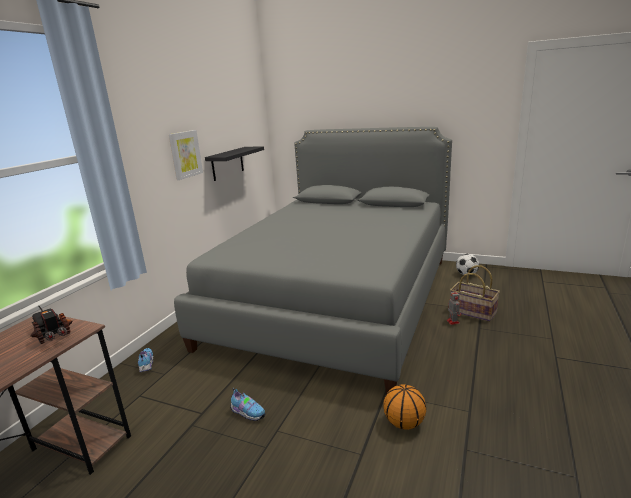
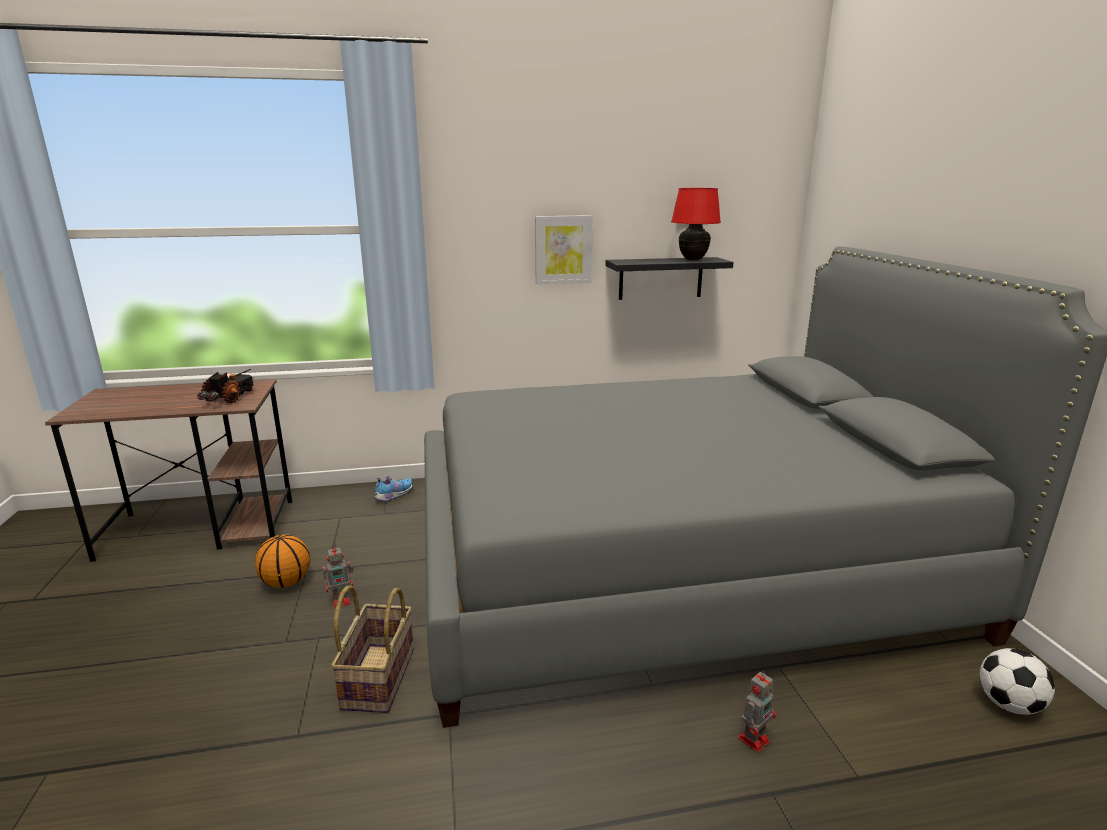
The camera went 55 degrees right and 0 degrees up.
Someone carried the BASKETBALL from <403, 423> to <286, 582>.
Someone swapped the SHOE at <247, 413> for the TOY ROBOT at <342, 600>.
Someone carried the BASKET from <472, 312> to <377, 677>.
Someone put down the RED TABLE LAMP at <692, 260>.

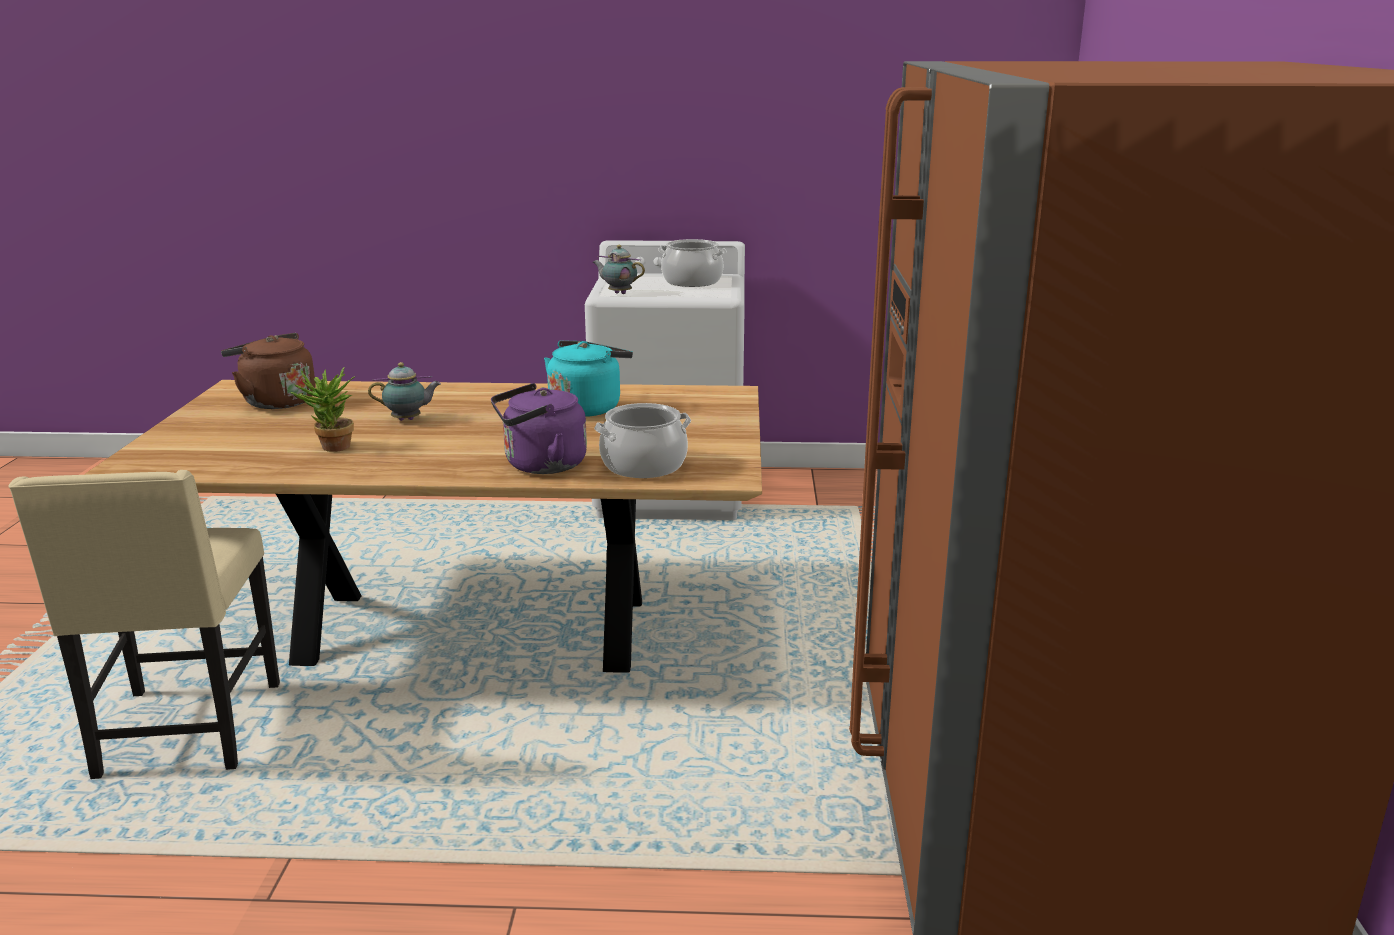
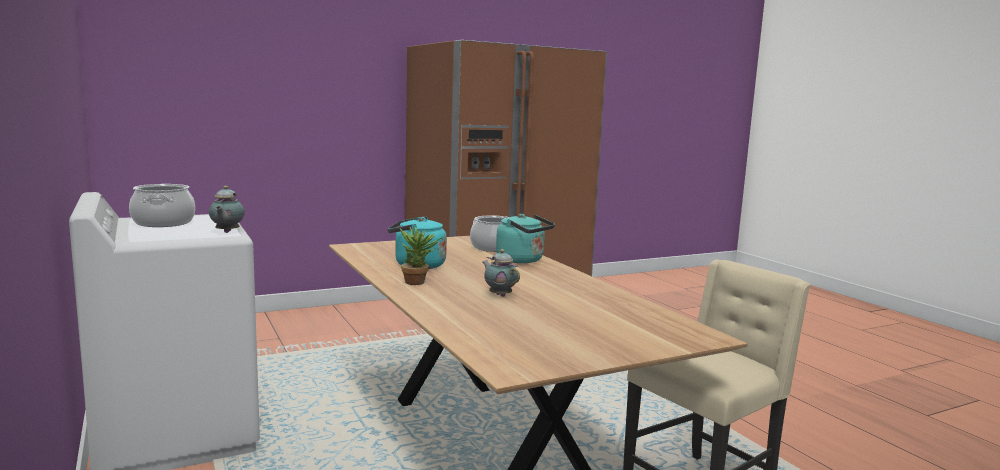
The camera went 120 degrees left and 10 degrees down.
Someone carried the POTTED PLANT from <331, 449> to <419, 282>.
Someone repainted the PURPLE KETTLE at <540, 465>, which became the TURQUOISE KETTLE at <523, 260>.
Someone took away the BROWN KETTLE at <276, 401>.

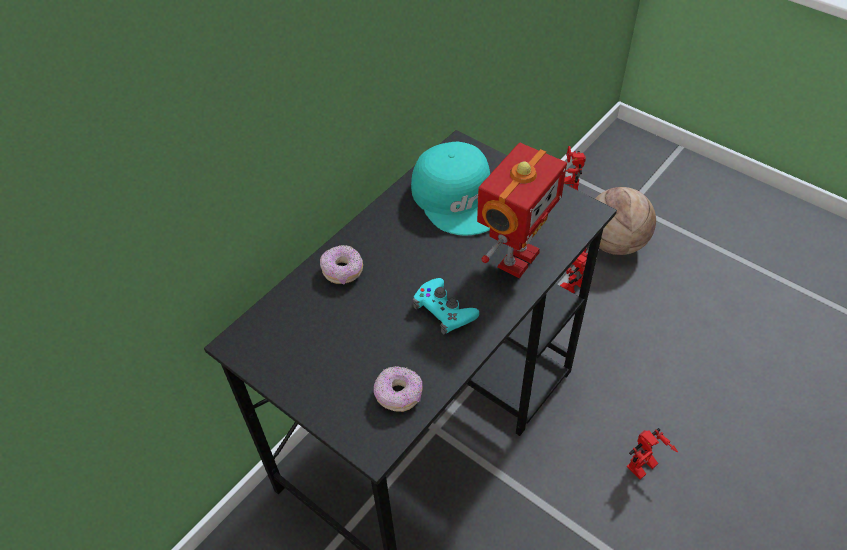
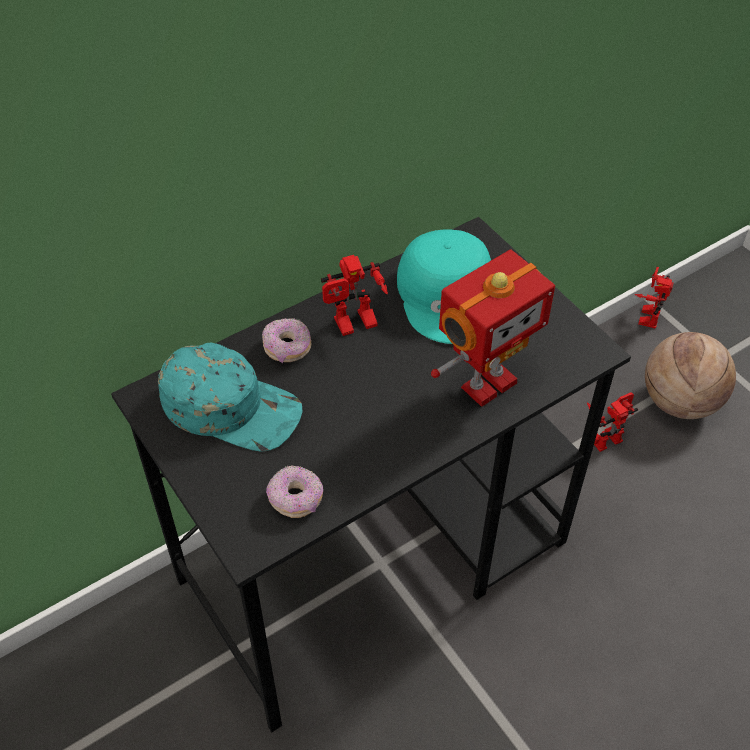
The camera went 15 degrees right and 0 degrees up.
Someone put down the TURQUOISE CAP at <231, 407>.
Someone carried the TOY ROBOT from <643, 469> to <354, 326>.
Someone took away the TURQUOISE GAME CONTROLLER at <444, 310>.

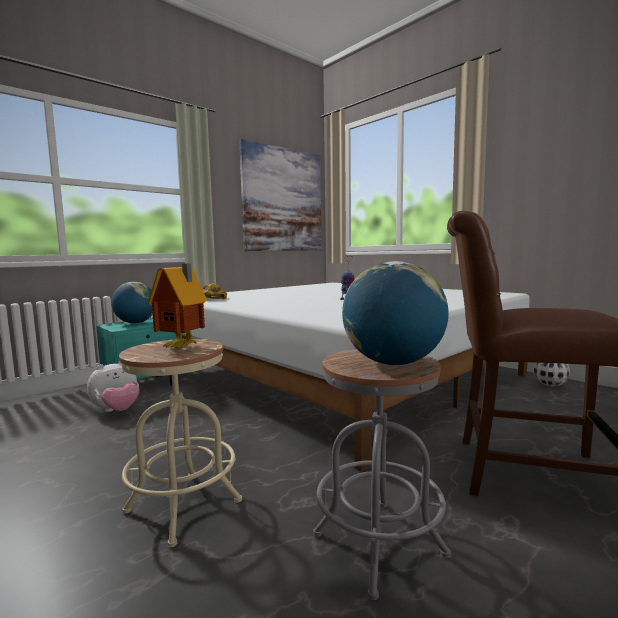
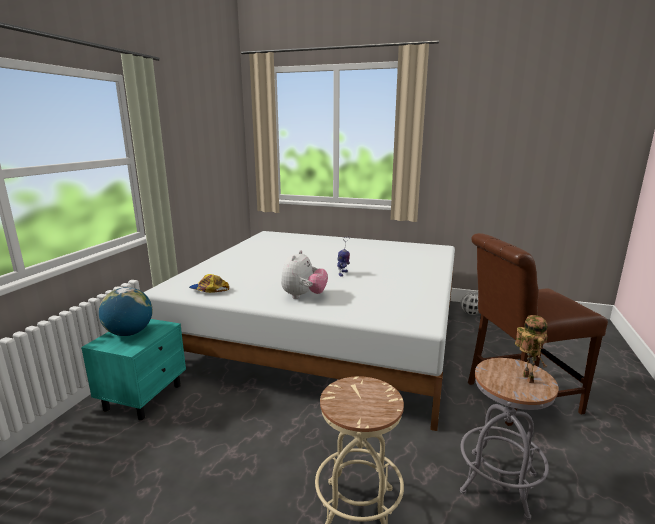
The camera went 30 degrees left and 10 degrees up.
Someone carried the PLUSH TOY from <117, 411> to <303, 296>.
Someone swapped the GLOBE at <393, 363> for the TOY ROBOT at <525, 378>.
Someone took away the TOY HOUSE at <183, 347>.
Someone took away the PICTURE at <283, 200>.

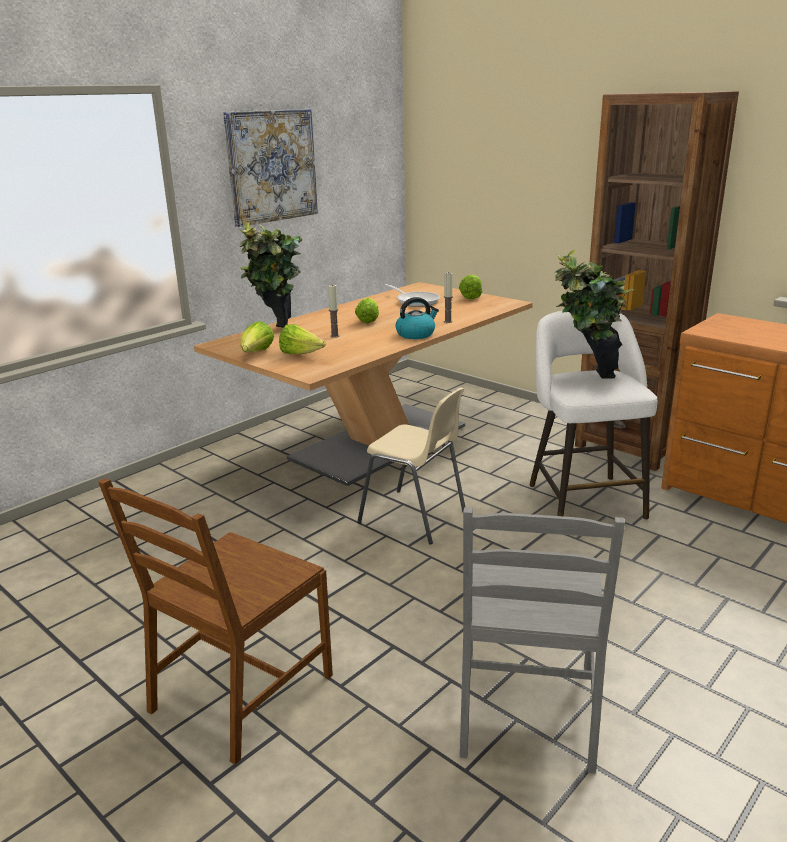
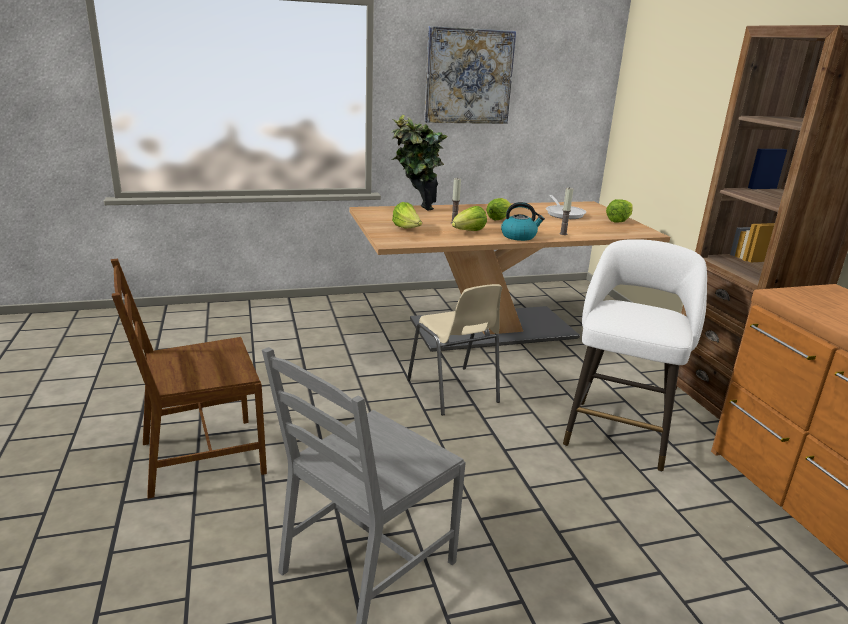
The camera went 30 degrees right and 0 degrees up.
Someone carried the LETTUCE from <256, 353> to <468, 232>.
Someone took away the POTTED PLANT at <586, 378>.

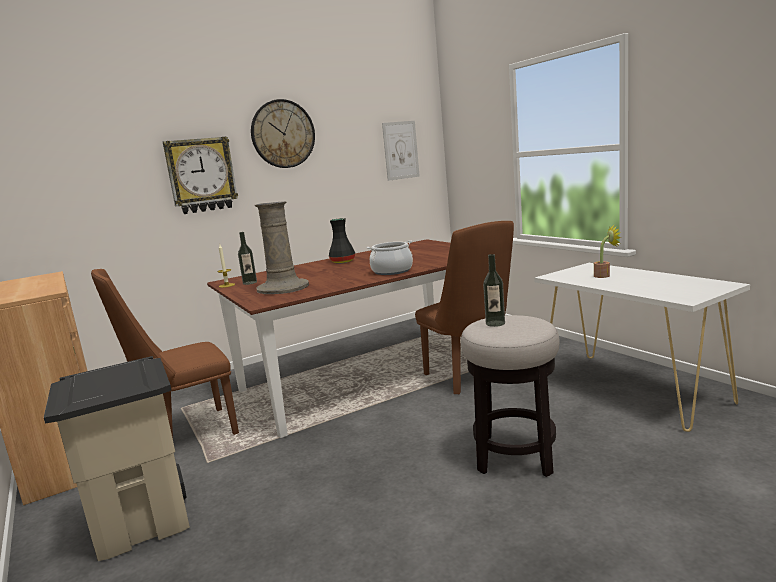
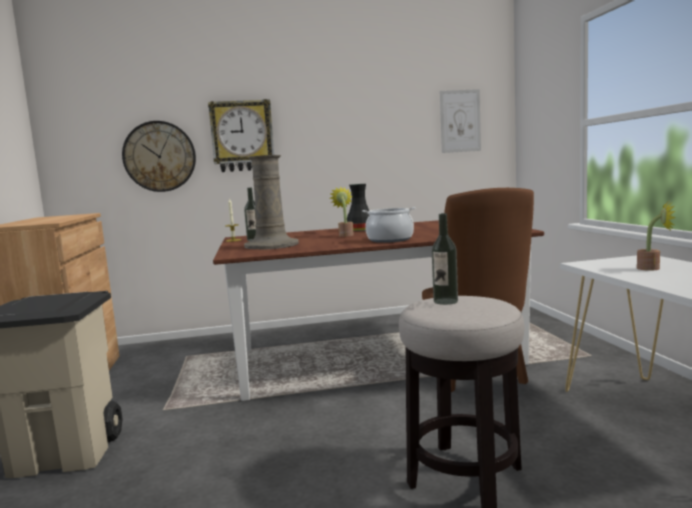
The camera went 20 degrees right and 5 degrees down.
Someone carried the WALL CLOCK from <283, 134> to <159, 156>.
Someone put down the POTTED PLANT at <345, 235>.
Someone took away the BROWN CHAIR at <186, 435>.

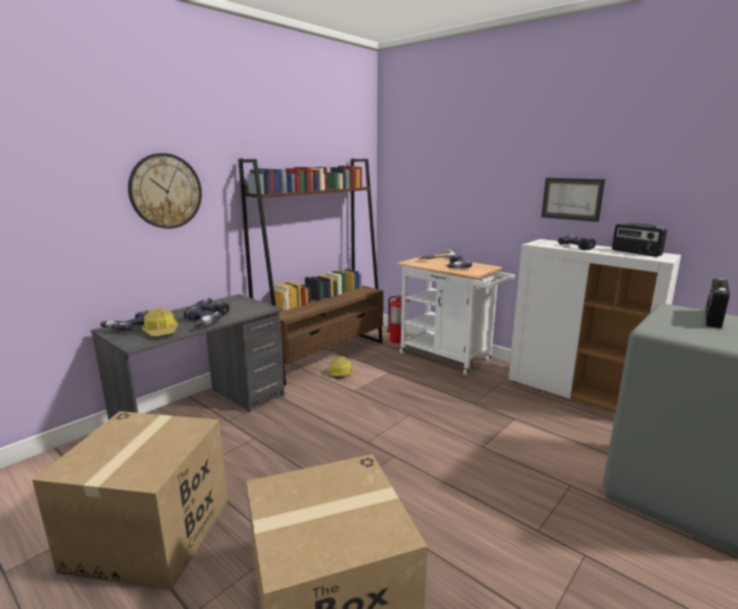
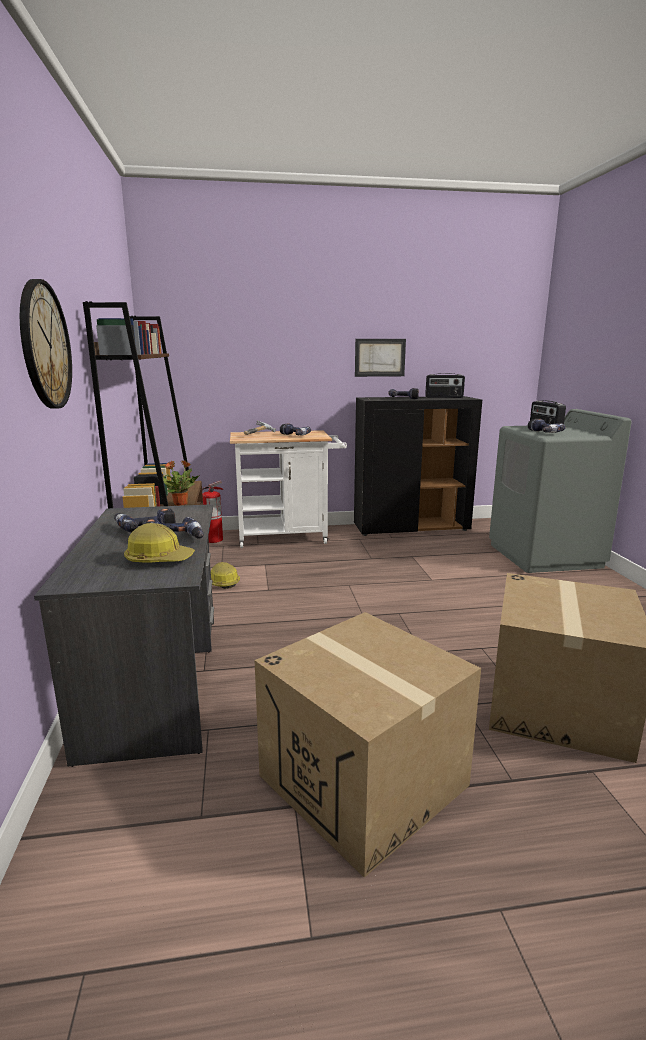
The camera went 50 degrees left and 0 degrees up.
Someone put down the POTTED PLANT at <181, 504>.
Someone repainted the WHITE CABINET at <577, 393>, which became the BLACK CABINET at <411, 528>.
Someone carried the POWER DRILL from <129, 327> to <541, 433>.

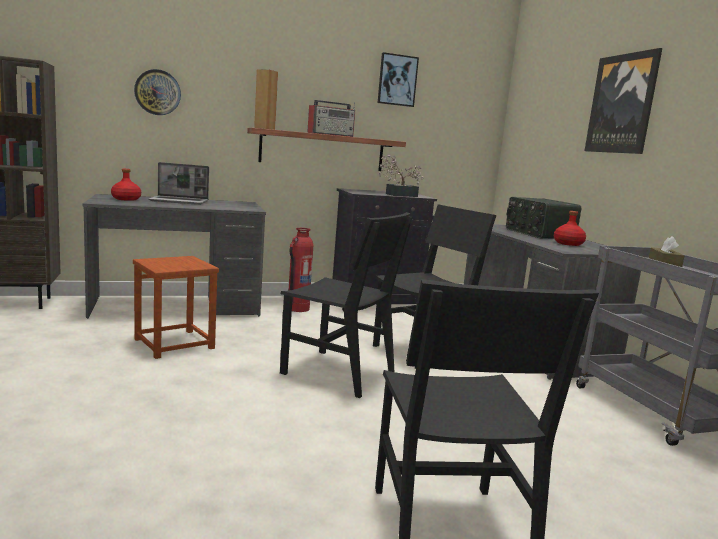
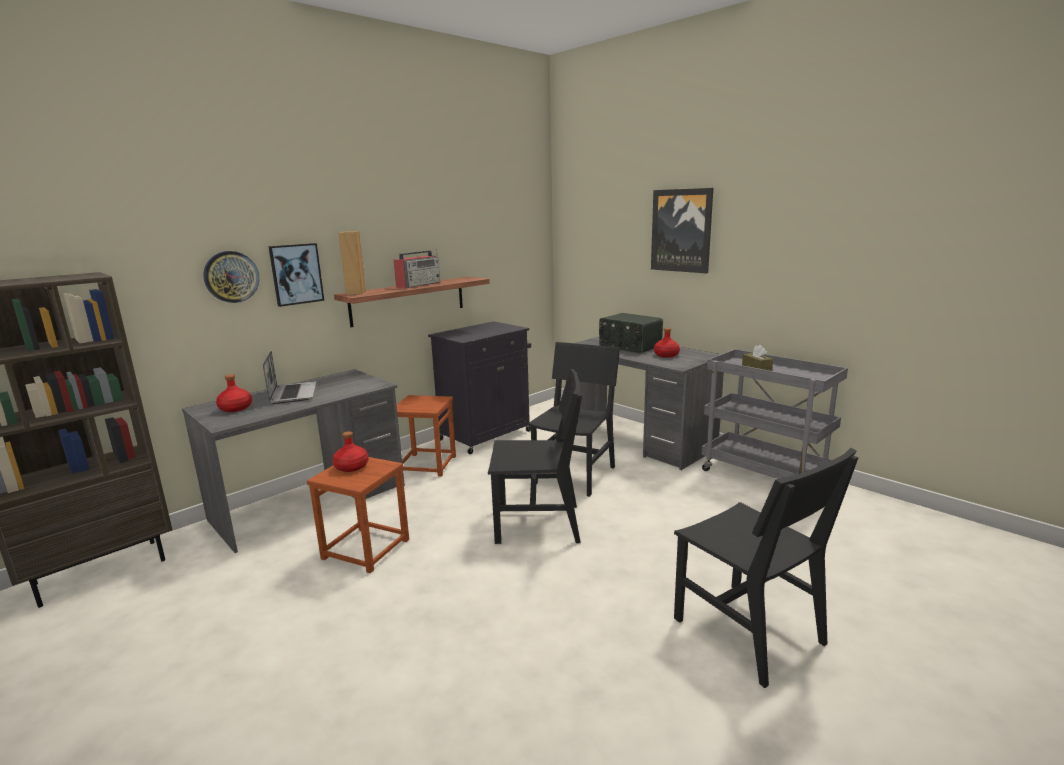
The camera went 25 degrees left and 5 degrees up.
Someone rotated the LAPTOP at <180, 201> by 75 degrees counterclockwise.
Someone carried the PICTURE from <397, 80> to <296, 274>.
Someone put down the RED BOTTLE at <352, 467>.
Someone swapped the FIRE EXTINGUISHER at <297, 308> for the BROWN STOOL at <426, 464>.
Someone took away the POTTED PLANT at <398, 195>.

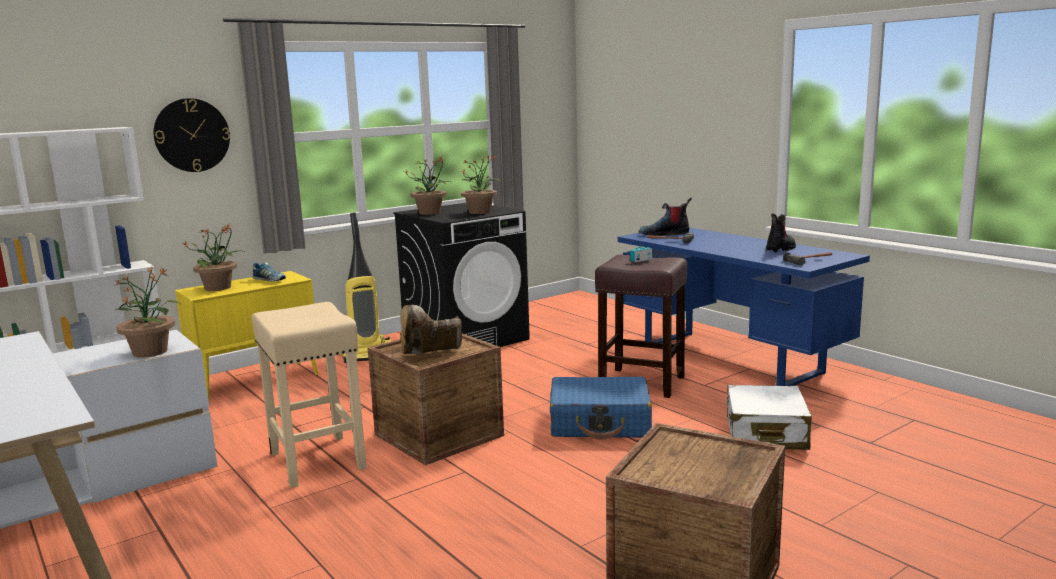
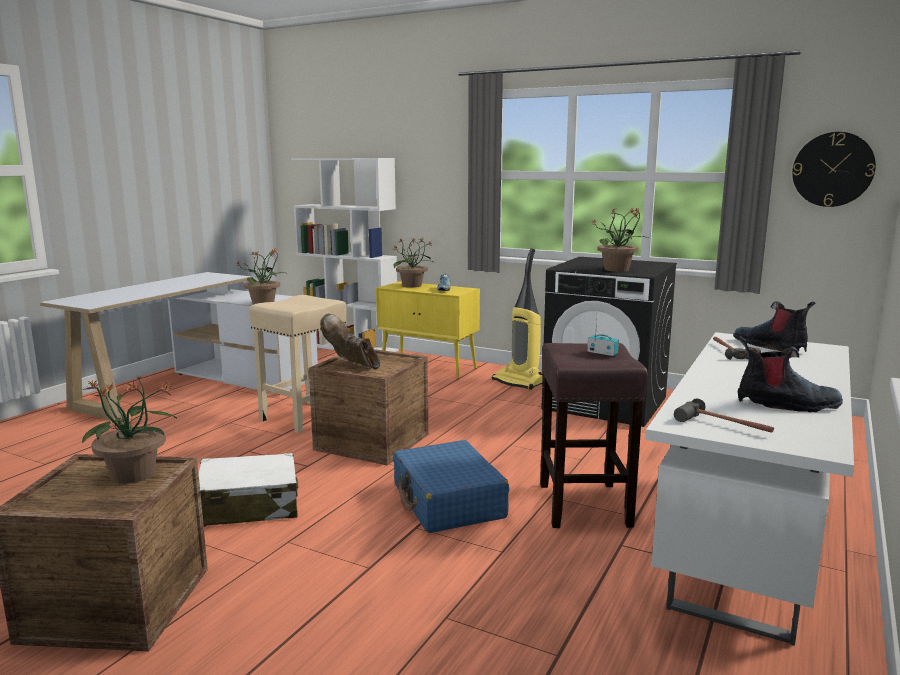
The camera went 65 degrees right and 0 degrees up.
Someone carried the POTTED PLANT from <430, 213> to <134, 475>.
Someone carried the WHITE SUITCASE from <765, 433> to <248, 506>.
Someone repainted the BLUE DESK at <731, 359>, which became the WHITE DESK at <747, 552>.
Someone carried the WALL CLOCK from <192, 135> to <833, 169>.

